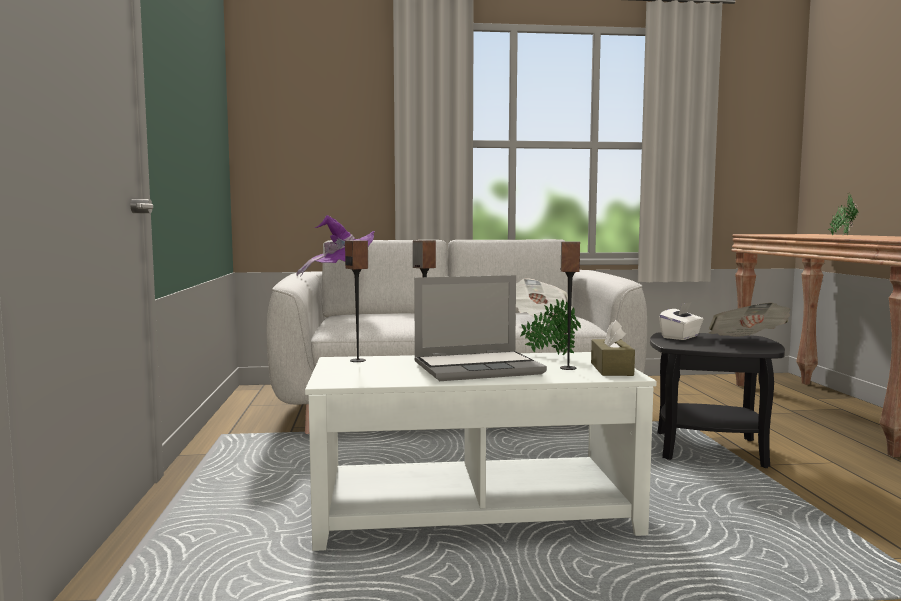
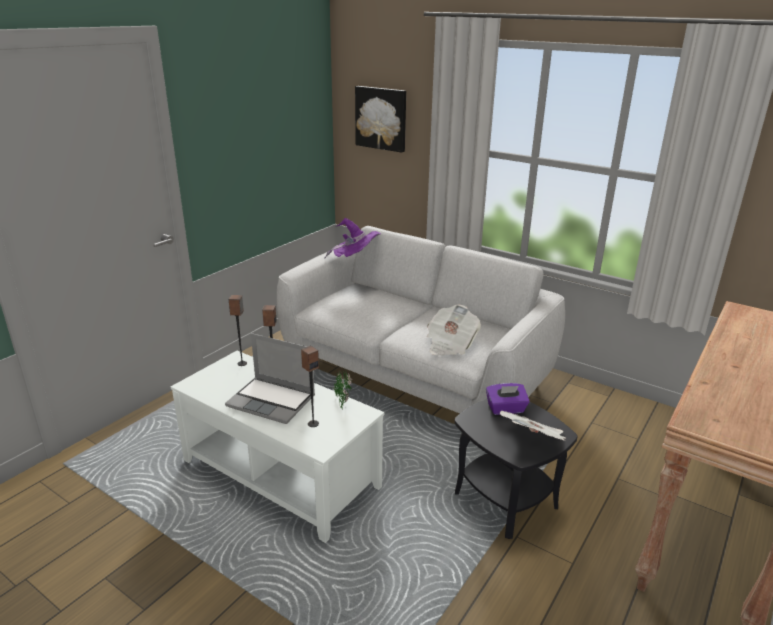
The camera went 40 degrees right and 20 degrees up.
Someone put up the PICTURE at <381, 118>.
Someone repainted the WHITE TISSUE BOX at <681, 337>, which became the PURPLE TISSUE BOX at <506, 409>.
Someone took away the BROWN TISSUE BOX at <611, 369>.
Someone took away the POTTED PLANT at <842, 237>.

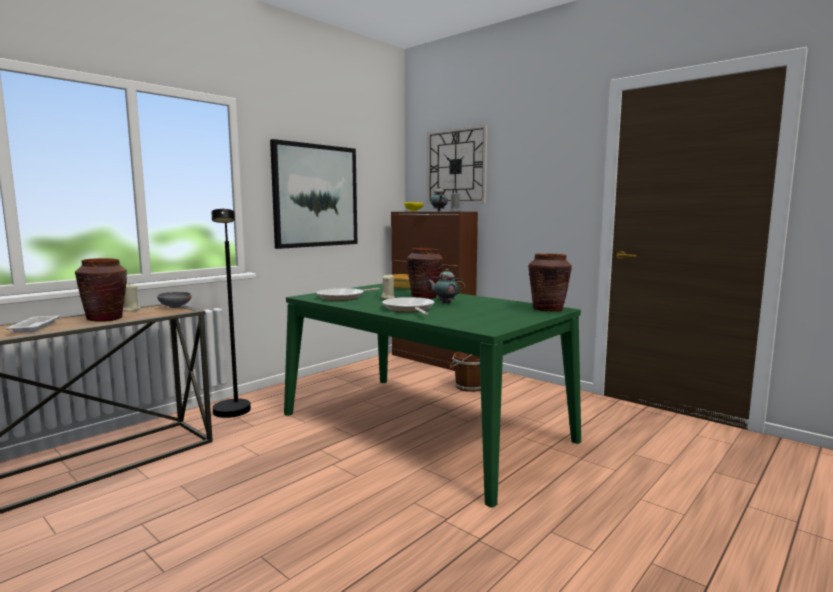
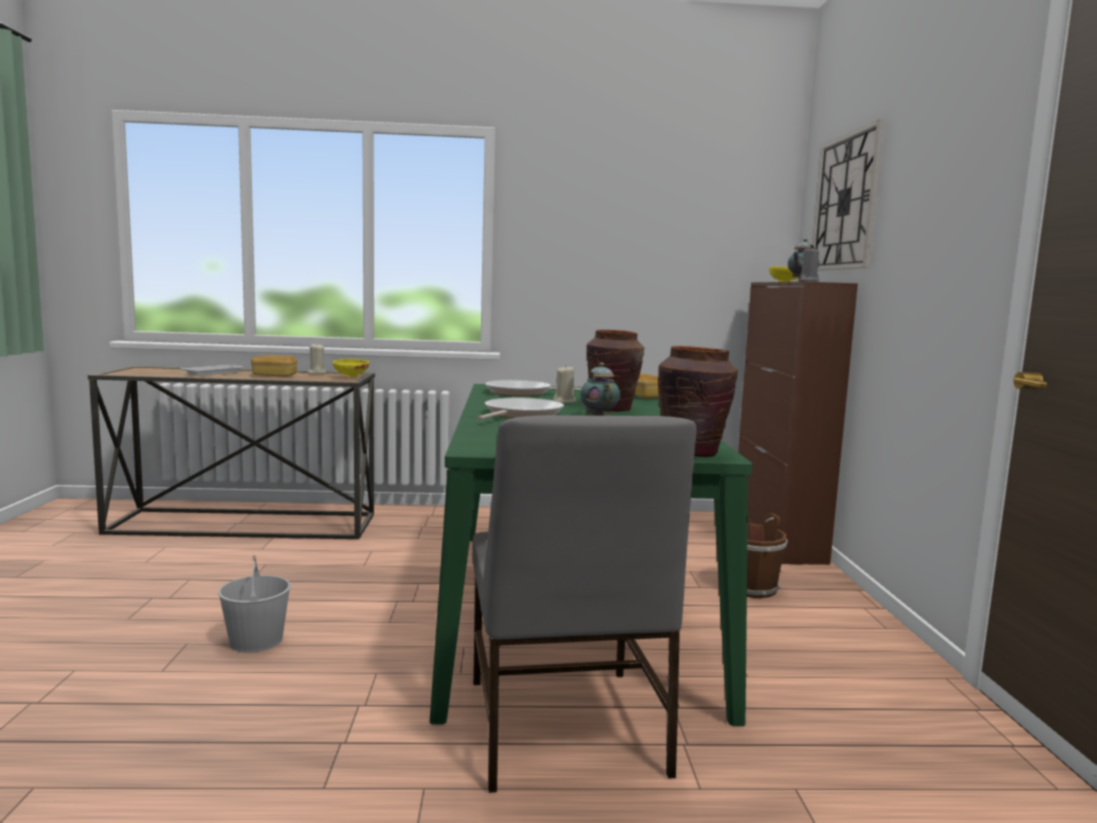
The camera went 45 degrees right and 0 degrees up.
Someone put down the WHITE BUCKET at <256, 640>.
Someone swapped the BROWN VASE at <105, 319> for the BREAD at <274, 376>.
Someone repainted the GREY BOWL at <175, 307>, which became the YELLOW BOWL at <350, 376>.
Someone put down the GREY CHAIR at <563, 728>.
Someone took away the BLACK FLOOR LAMP at <233, 414>.
Someone took away the PICTURE at <315, 196>.

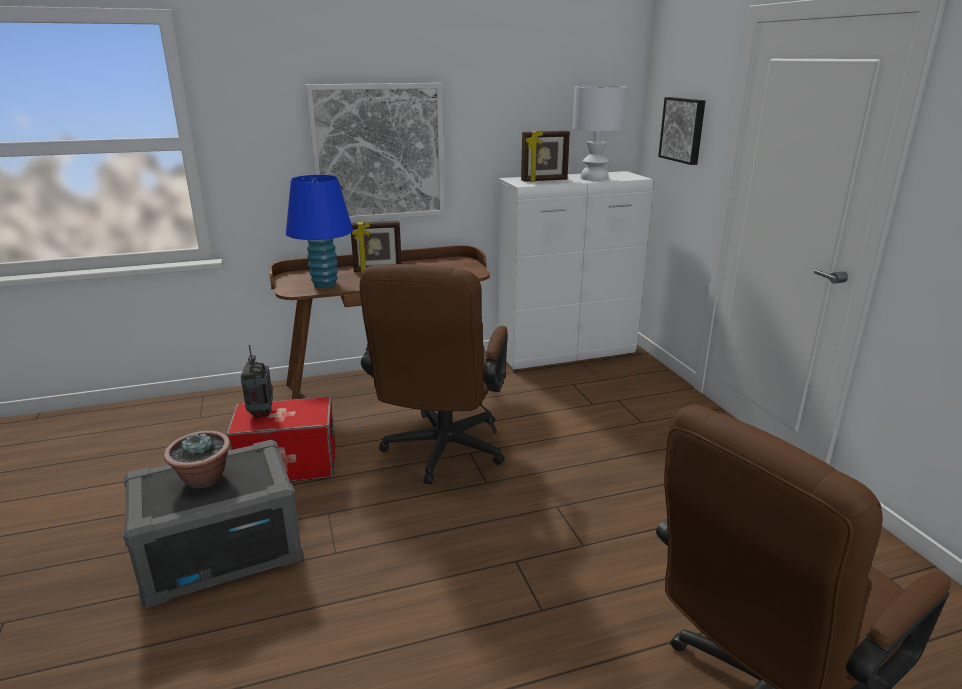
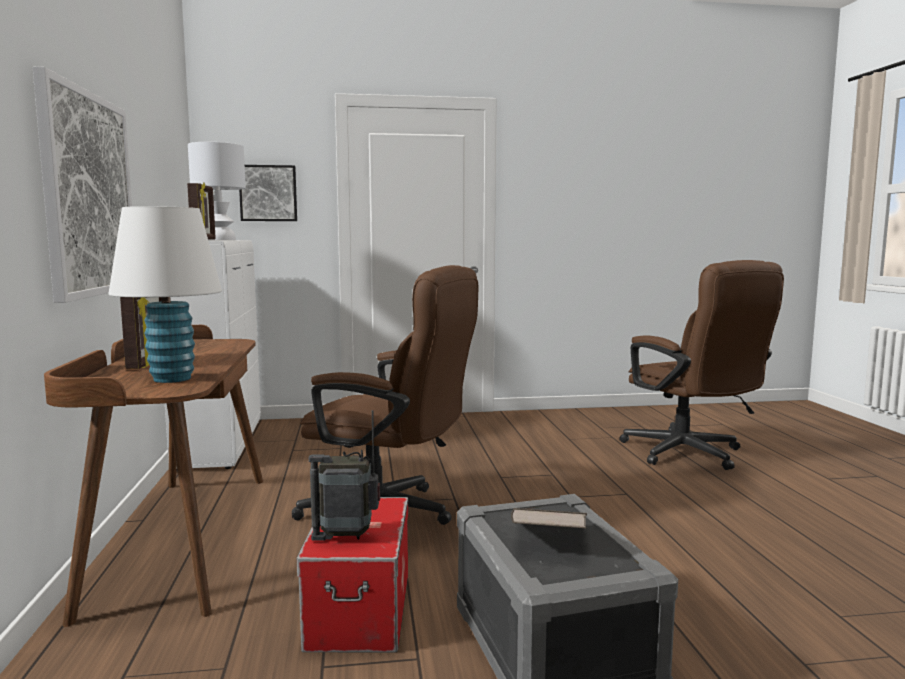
The camera went 80 degrees left and 15 degrees down.
Someone repainted the BLUE TABLE LAMP at <324, 284>, which became the WHITE TABLE LAMP at <172, 379>.
Someone swapped the POTTED PLANT at <203, 479> for the BROWN BOOK at <550, 541>.

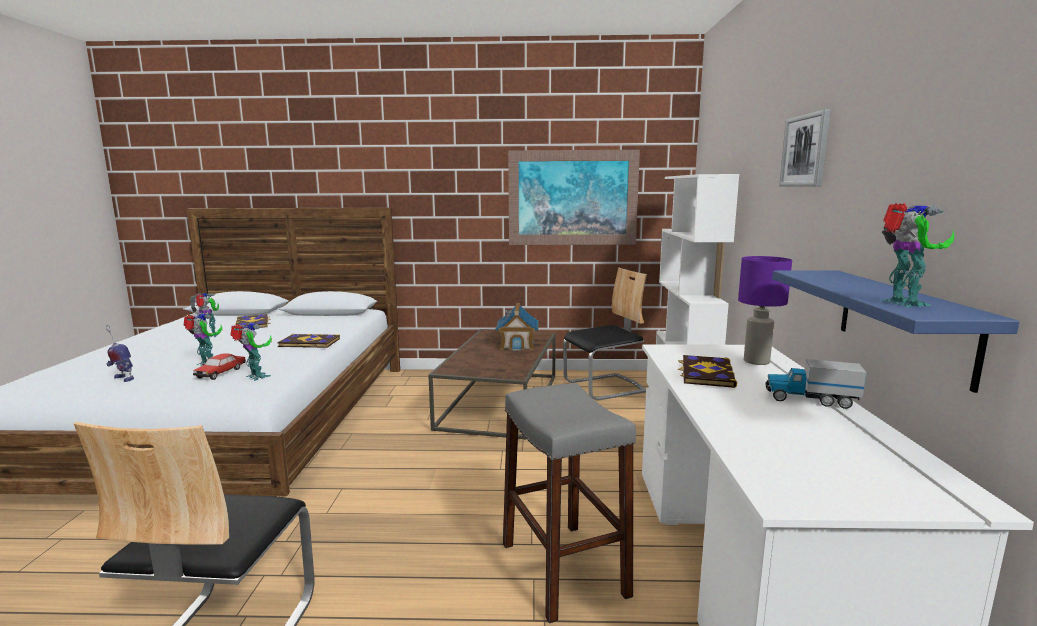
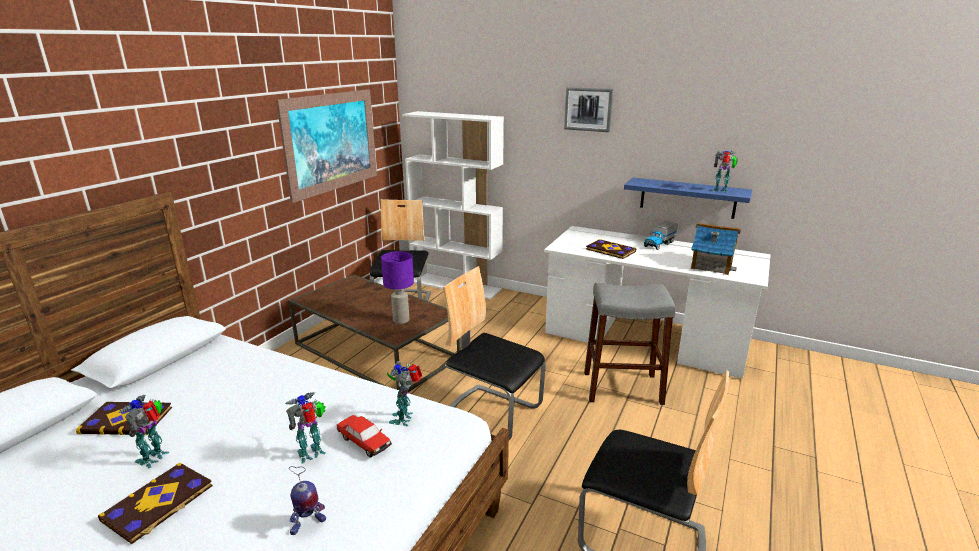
The camera went 65 degrees left and 10 degrees up.
Someone carried the BOOK from <309, 343> to <159, 503>.
Someone carried the PURPLE TABLE LAMP from <756, 361> to <400, 320>.
Someone rotated the TOY ROBOT at <256, 377> by 60 degrees counterclockwise.
Someone put down the CHAIR at <492, 413>.
Someone carried the TOY HOUSE from <517, 345> to <711, 265>.

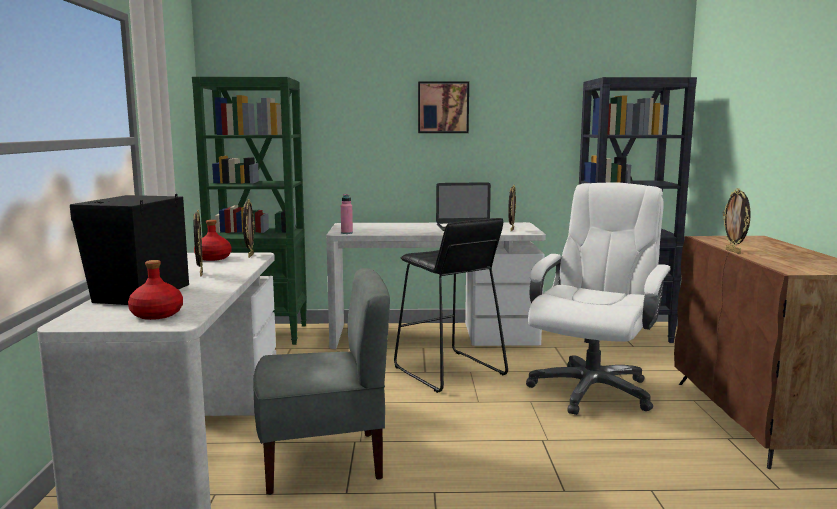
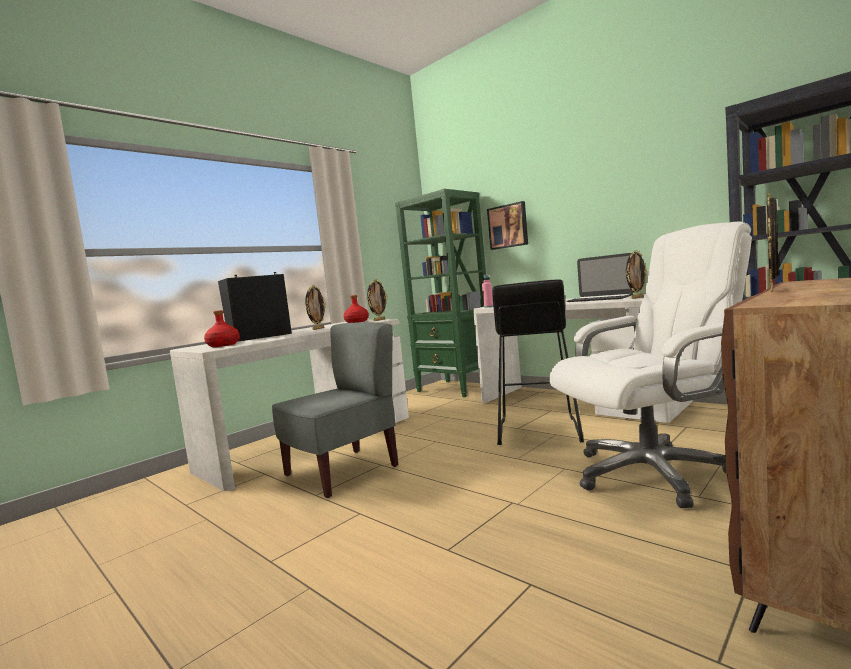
The camera went 45 degrees right and 5 degrees down.
Someone rotated the GREY CHAIR at <323, 460> by 75 degrees counterclockwise.
Someone carried the PICTURE from <443, 107> to <508, 226>.

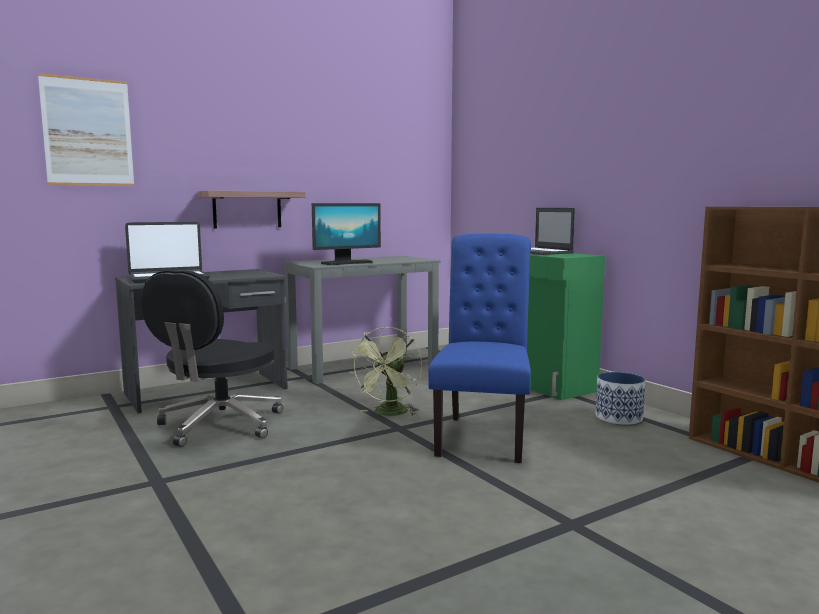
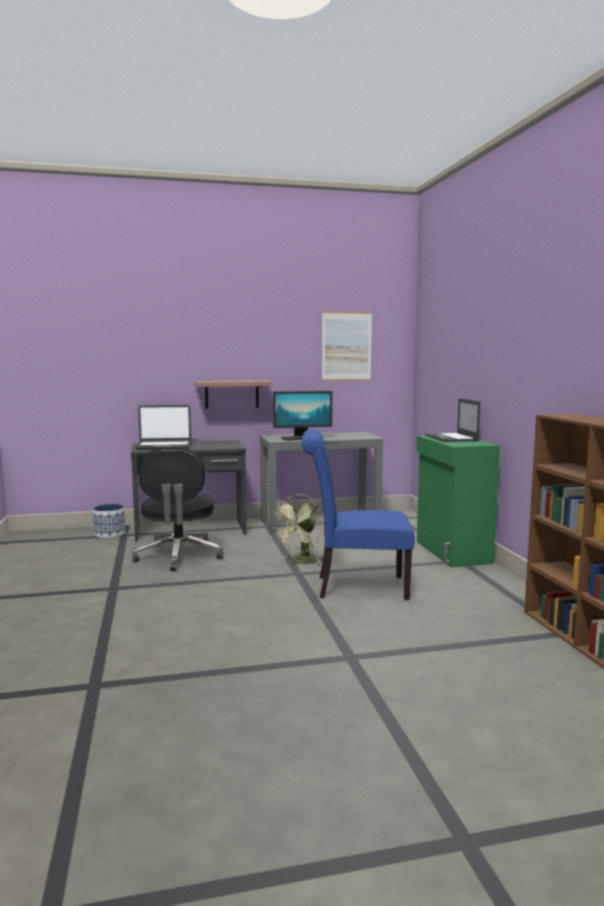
The camera went 20 degrees right and 0 degrees up.
Someone carried the PLANTER from <618, 417> to <109, 534>.
Someone rotated the BLACK OFFICE CHAIR at <219, 425> by 45 degrees counterclockwise.
Someone rotated the BLUE CHAIR at <483, 435> by 120 degrees counterclockwise.
Someone carried the PICTURE from <88, 132> to <346, 346>.

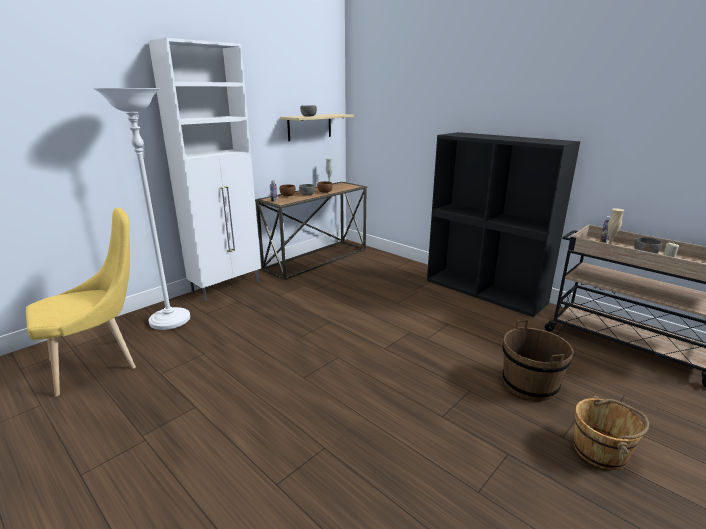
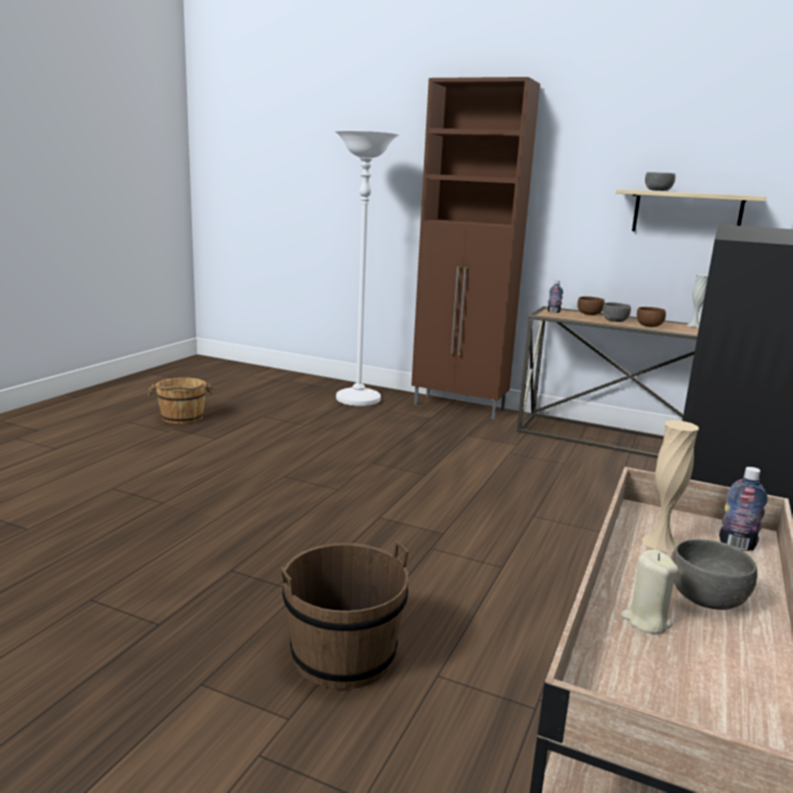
The camera went 70 degrees right and 5 degrees down.
Someone carried the BROWN BUCKET from <600, 451> to <182, 418>.
Someone repainted the WHITE CABINET at <227, 287>, which became the BROWN CABINET at <460, 407>.
Someone took away the YELLOW CHAIR at <100, 363>.

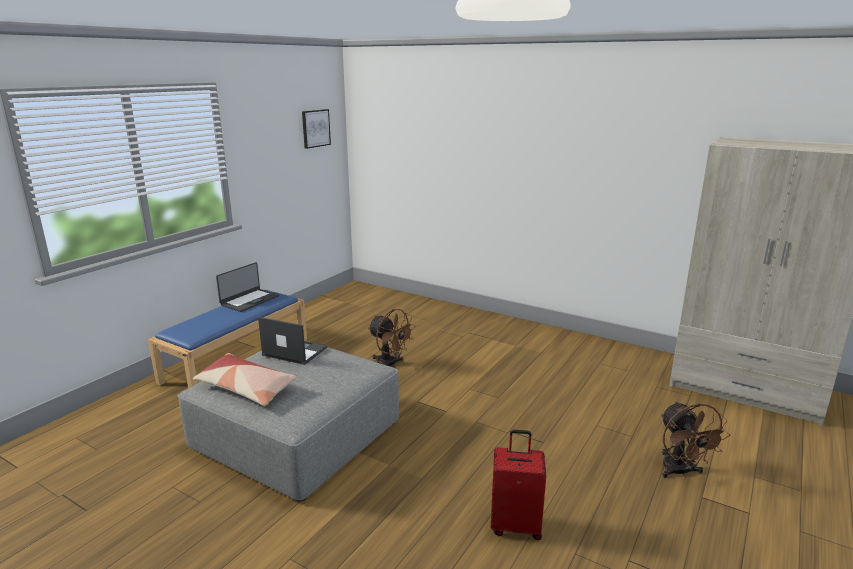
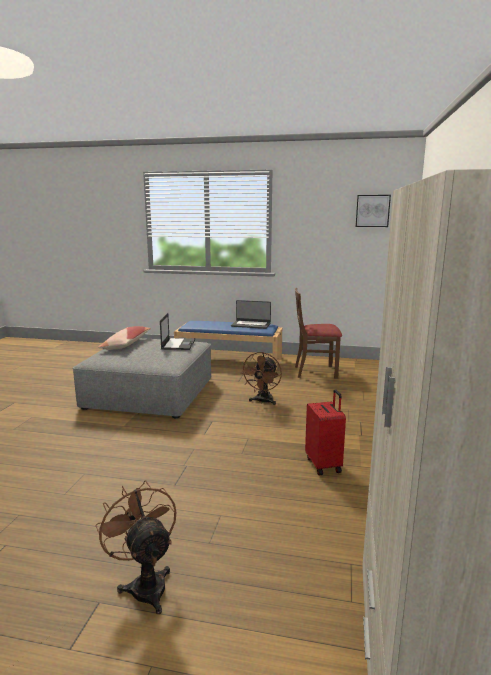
The camera went 70 degrees right and 5 degrees down.
Someone rotated the BROWN FAN at <680, 472> by 90 degrees clockwise.
Someone put down the BROWN CHAIR at <315, 372>.
Someone carried the RED SUITCASE from <516, 525> to <324, 465>.

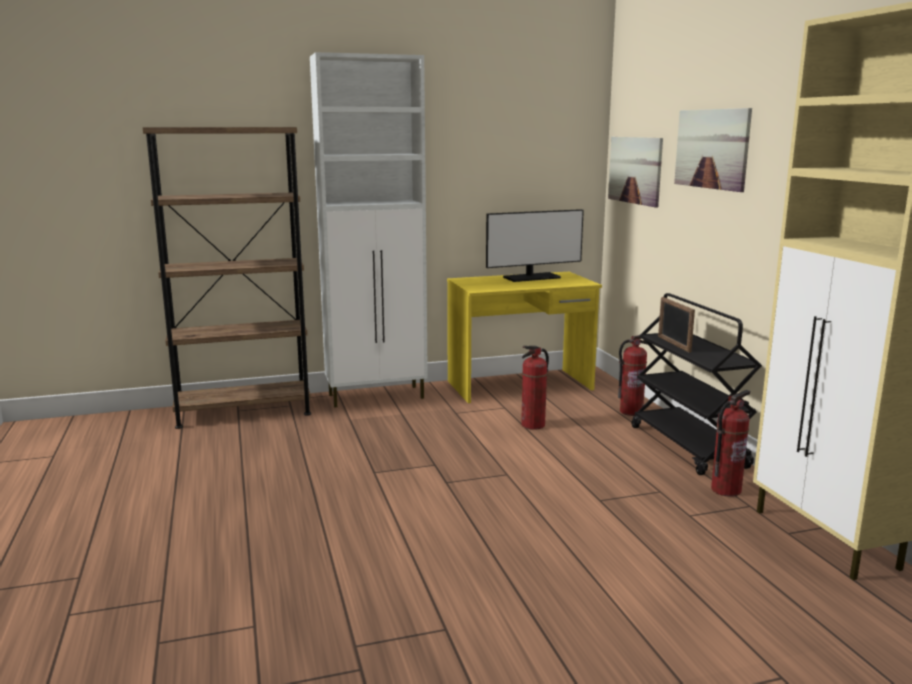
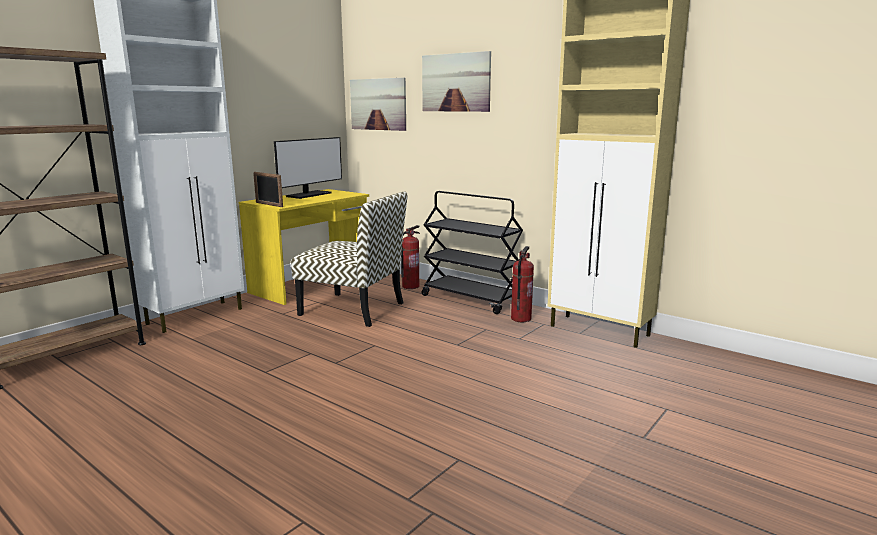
The camera went 35 degrees left and 0 degrees up.
Someone carried the PICTURE FRAME from <673, 344> to <269, 204>.
Someone swapped the FIRE EXTINGUISHER at <533, 425> for the CHAIR at <354, 309>.

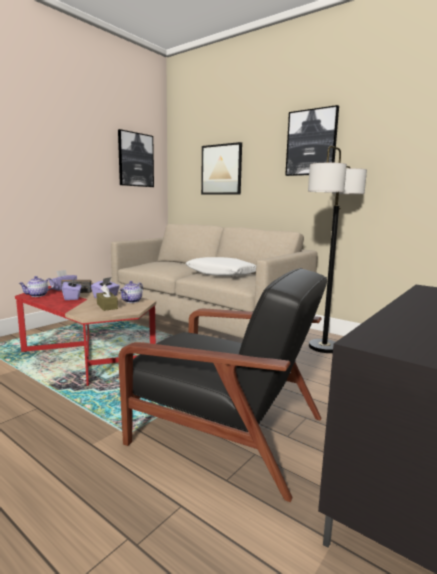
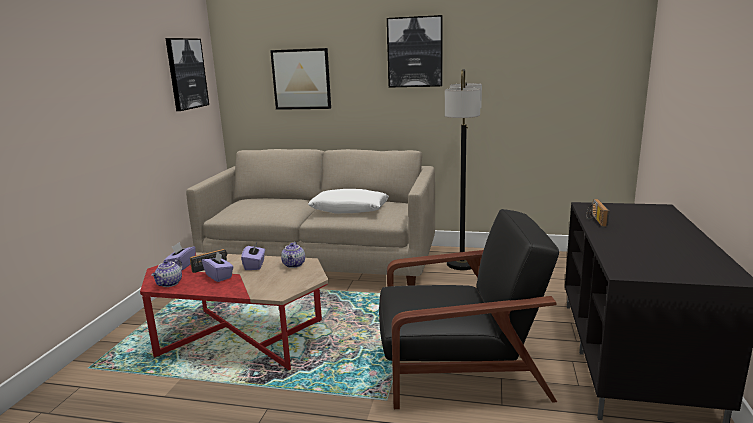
The camera went 25 degrees left and 5 degrees up.
Someone put down the RADIO at <595, 220>.
Someone took away the BROWN TISSUE BOX at <107, 306>.

